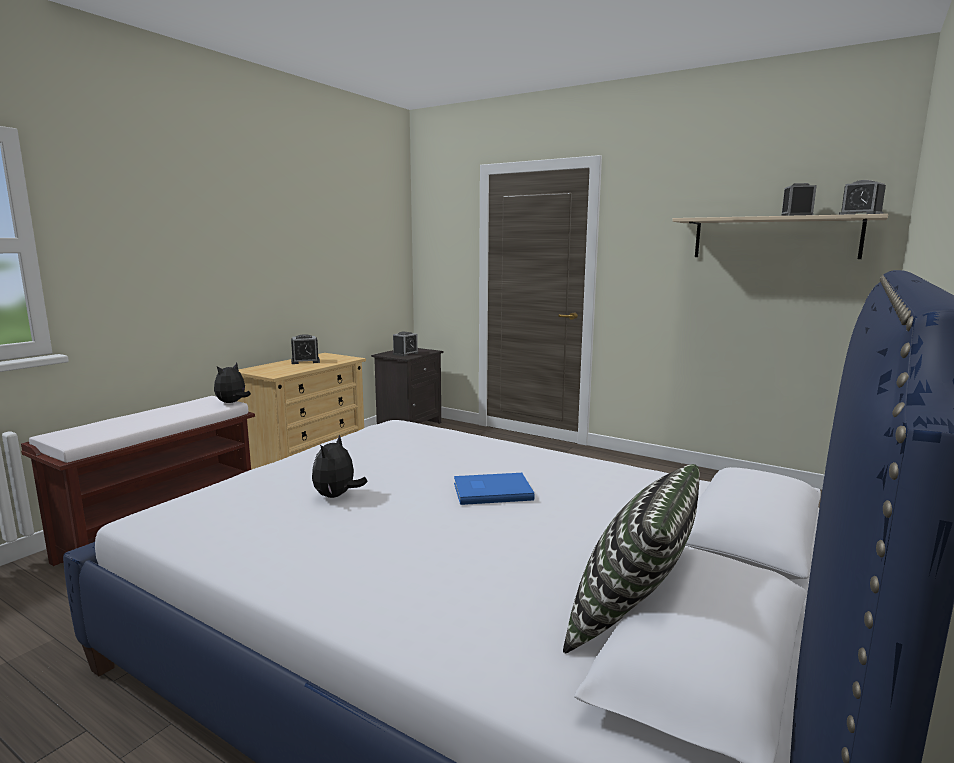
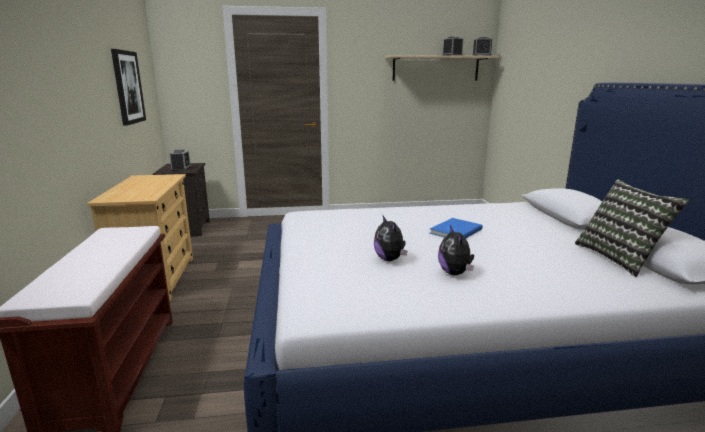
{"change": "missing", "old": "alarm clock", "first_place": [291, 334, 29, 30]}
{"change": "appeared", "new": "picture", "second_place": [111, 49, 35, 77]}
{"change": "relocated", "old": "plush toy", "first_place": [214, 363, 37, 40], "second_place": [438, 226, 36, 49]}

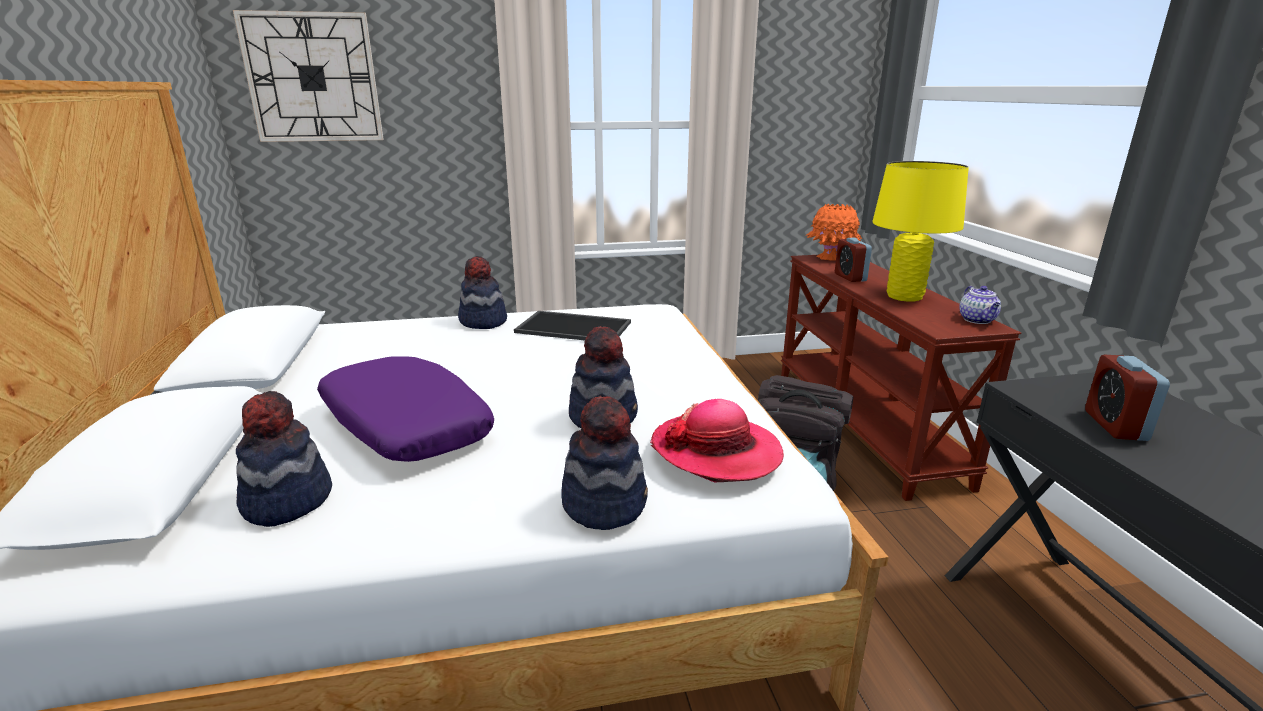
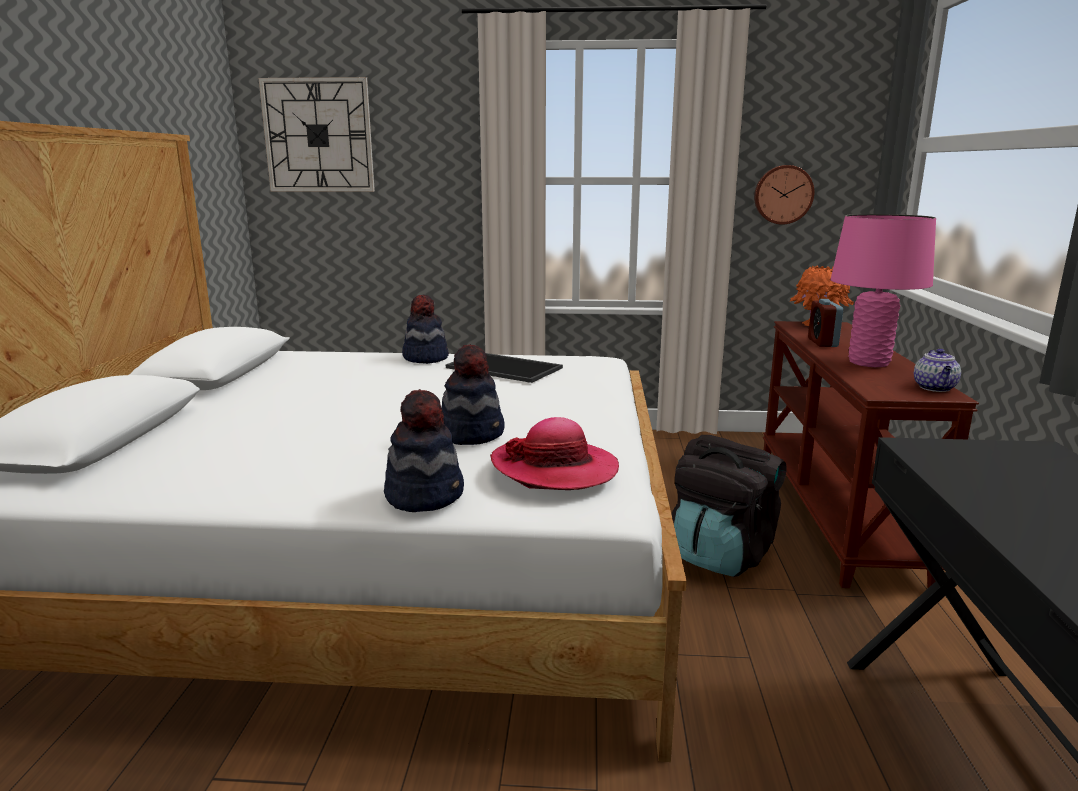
{"change": "missing", "old": "hat", "first_place": [236, 391, 96, 136]}
{"change": "missing", "old": "purple pillow", "first_place": [317, 356, 177, 106]}
{"change": "missing", "old": "alarm clock", "first_place": [1085, 355, 85, 86]}
{"change": "appeared", "new": "wall clock", "second_place": [754, 165, 60, 60]}
{"change": "colour", "old": "yellow table lamp", "new": "pink table lamp", "first_place": [872, 161, 97, 141], "second_place": [831, 214, 105, 153]}

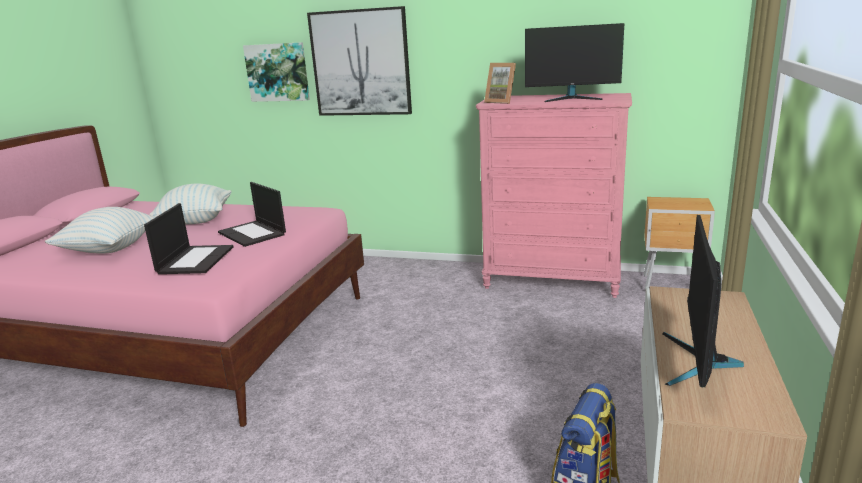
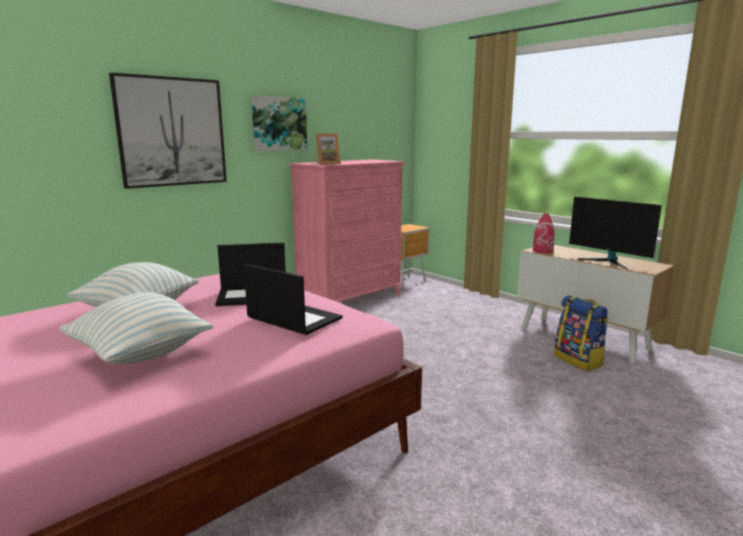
{"change": "missing", "old": "monitor", "first_place": [525, 23, 99, 79]}
{"change": "appeared", "new": "red vase", "second_place": [533, 213, 22, 40]}
{"change": "relocated", "old": "picture", "first_place": [243, 42, 67, 60], "second_place": [251, 95, 56, 56]}

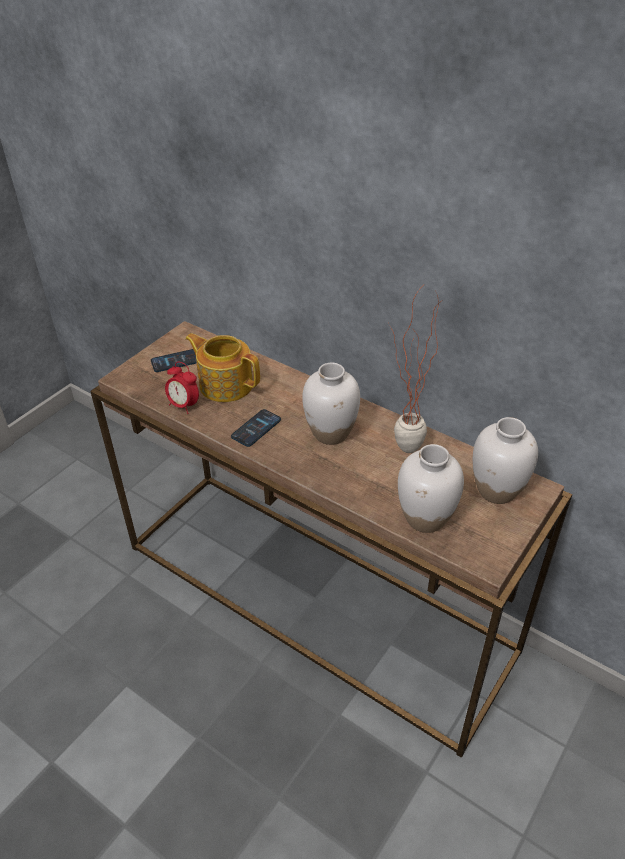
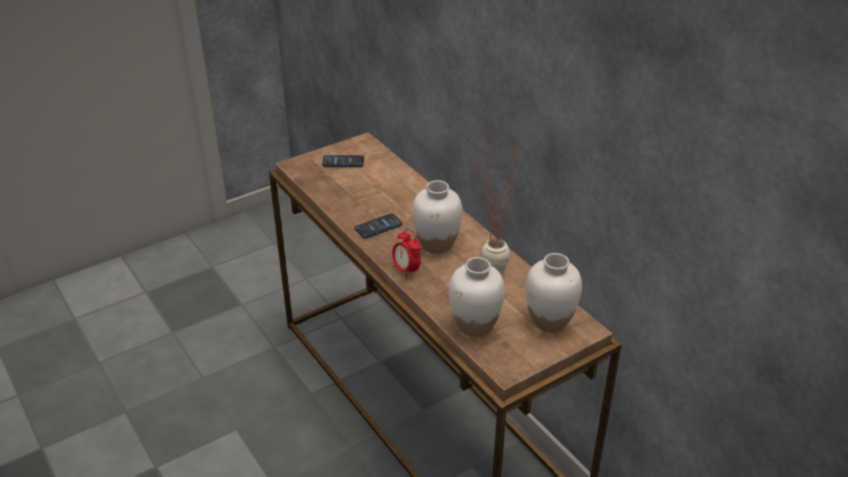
{"change": "missing", "old": "teapot", "first_place": [185, 333, 75, 69]}
{"change": "relocated", "old": "alarm clock", "first_place": [165, 362, 34, 52], "second_place": [392, 228, 29, 51]}

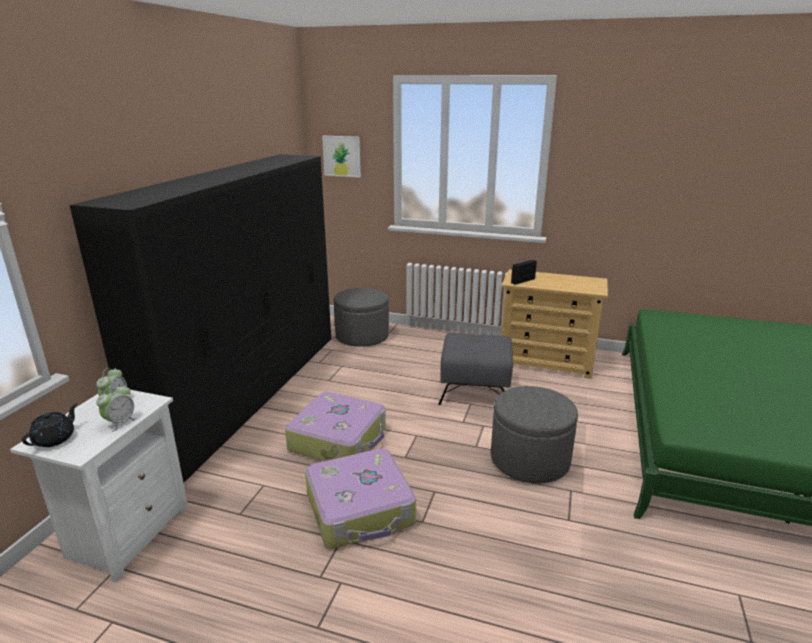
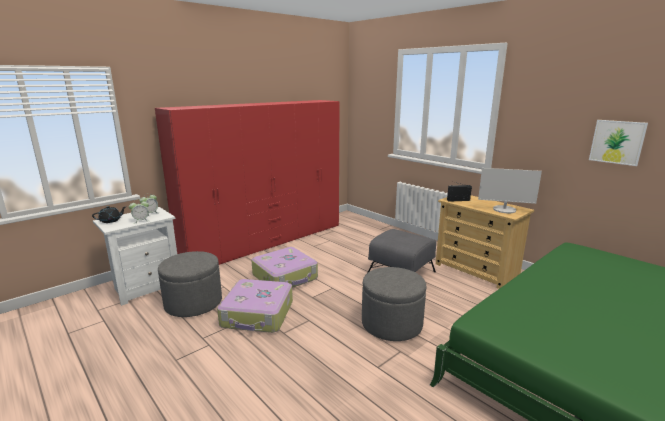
{"change": "appeared", "new": "monitor", "second_place": [478, 168, 64, 45]}
{"change": "relocated", "old": "picture", "first_place": [322, 136, 39, 41], "second_place": [589, 120, 59, 46]}
{"change": "relocated", "old": "grey ottoman", "first_place": [334, 288, 55, 59], "second_place": [158, 251, 64, 66]}
{"change": "colour", "old": "black wardrobe", "new": "red wardrobe", "first_place": [70, 154, 261, 329], "second_place": [155, 100, 185, 165]}

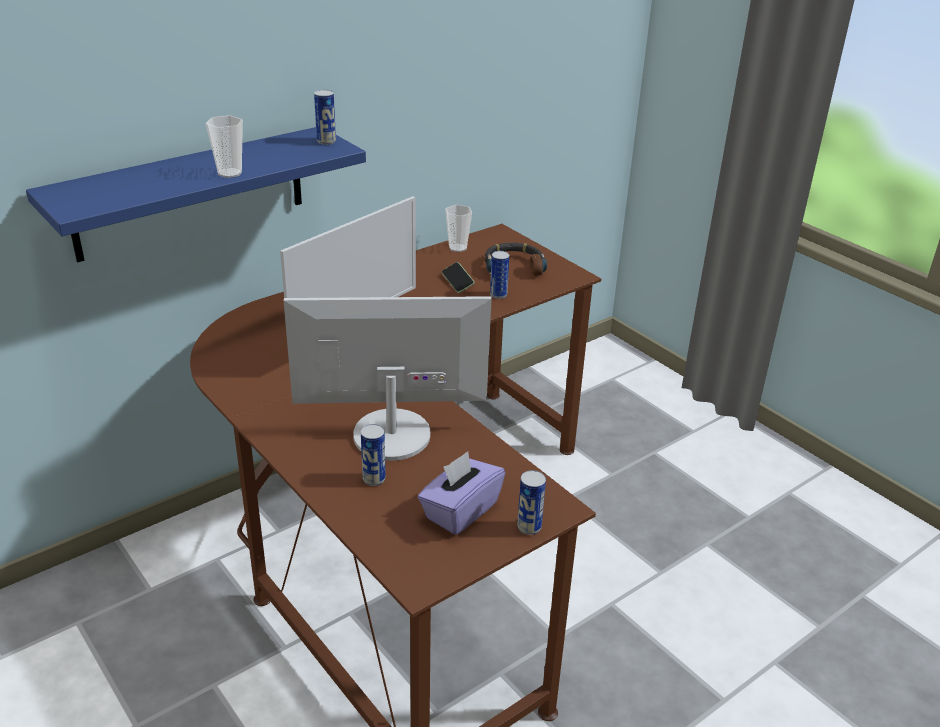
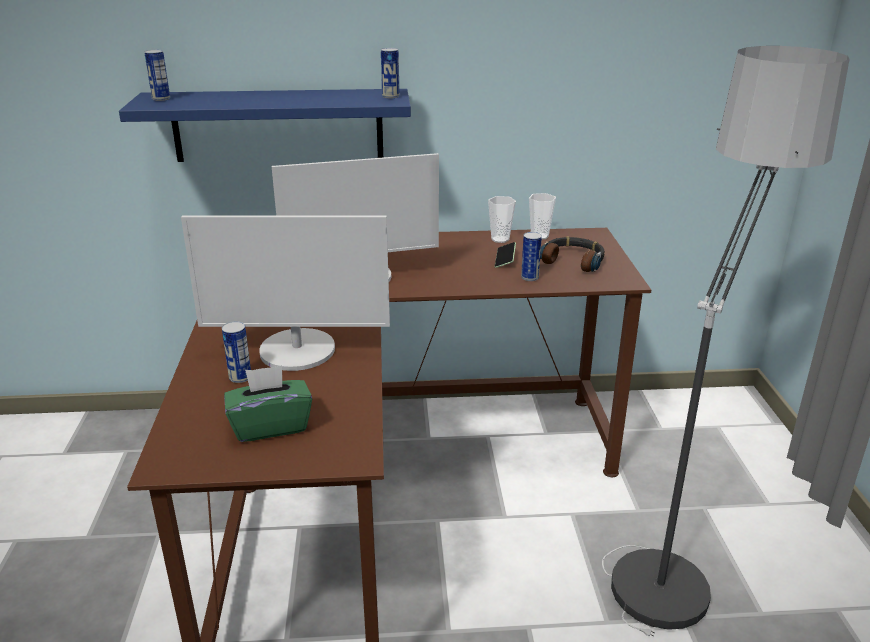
{"change": "appeared", "new": "floor lamp", "second_place": [602, 46, 248, 591]}
{"change": "relocated", "old": "cup", "first_place": [206, 115, 37, 63], "second_place": [488, 196, 28, 47]}
{"change": "relocated", "old": "can", "first_place": [517, 470, 29, 65], "second_place": [144, 50, 26, 51]}
{"change": "colour", "old": "purple tissue box", "new": "green tissue box", "first_place": [418, 451, 87, 84], "second_place": [224, 365, 88, 77]}
{"change": "spun", "old": "monitor", "first_place": [284, 296, 208, 165], "second_place": [181, 215, 209, 156], "degrees": 150}

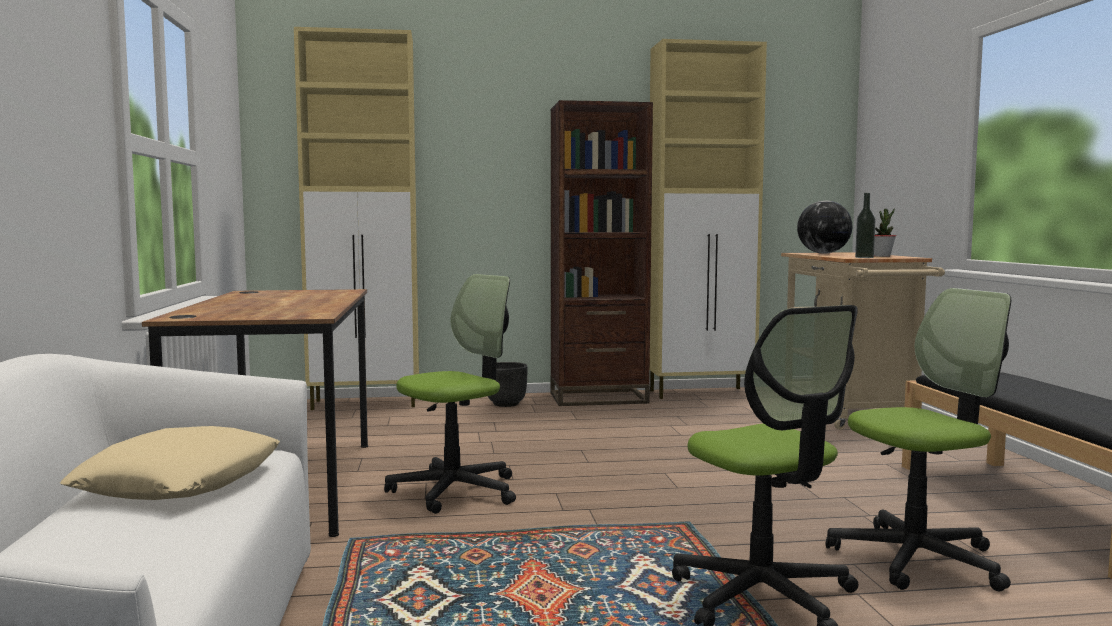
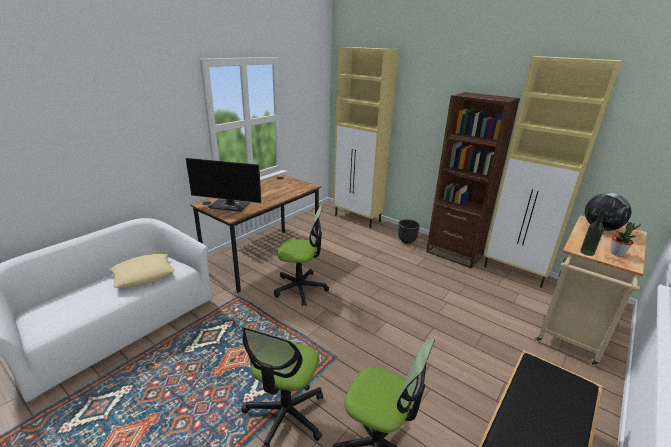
{"change": "appeared", "new": "monitor", "second_place": [186, 158, 75, 54]}

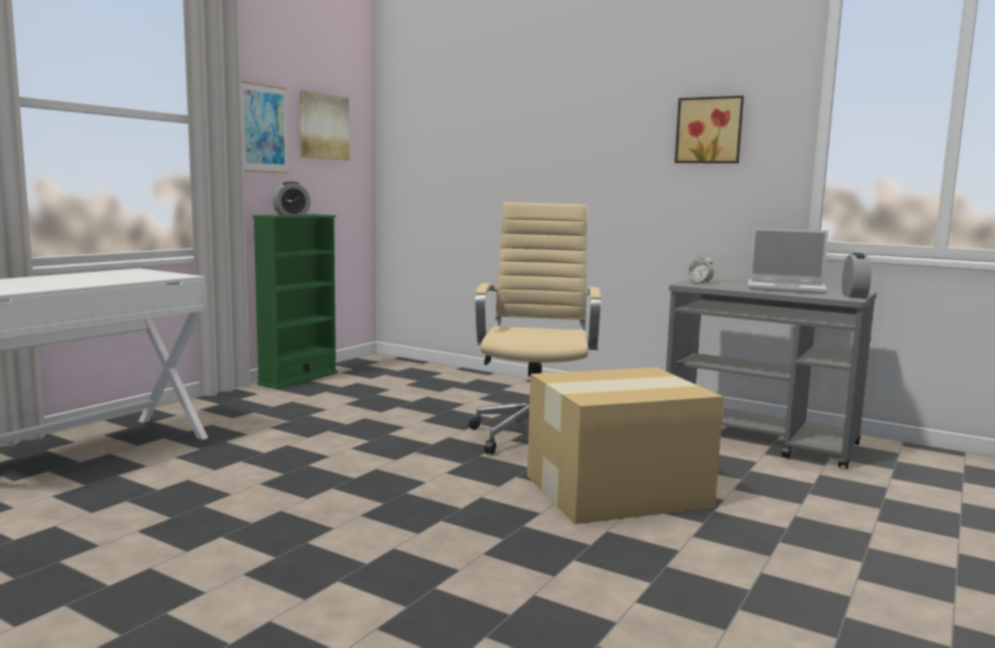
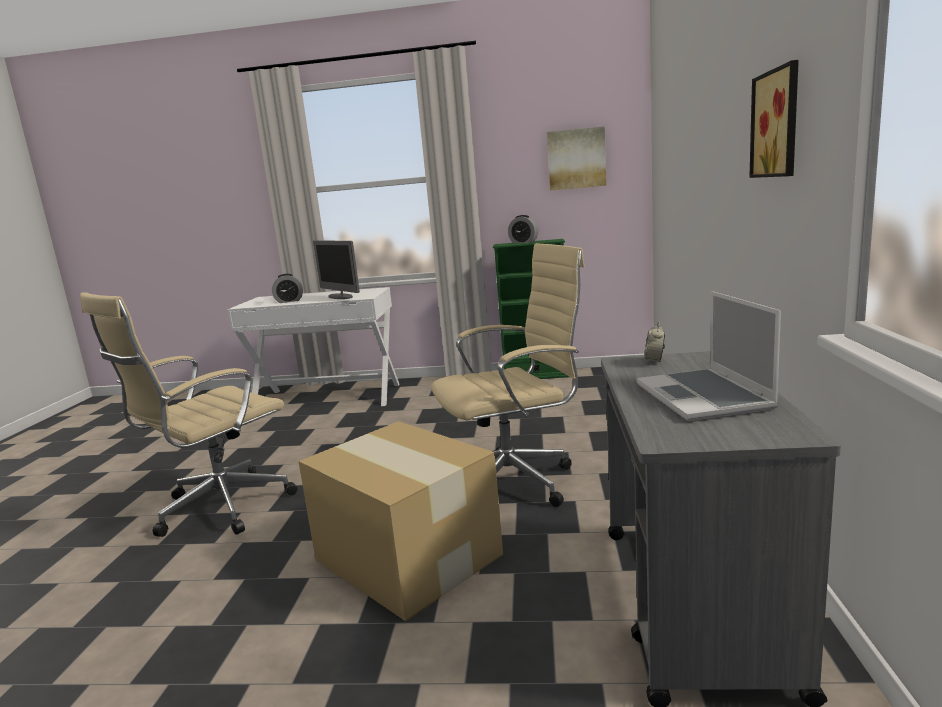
{"change": "missing", "old": "picture", "first_place": [241, 81, 47, 92]}
{"change": "appeared", "new": "beige office chair", "second_place": [80, 292, 218, 245]}
{"change": "appeared", "new": "monitor", "second_place": [313, 241, 47, 58]}
{"change": "relocated", "old": "alarm clock", "first_place": [842, 253, 29, 45], "second_place": [272, 274, 31, 29]}

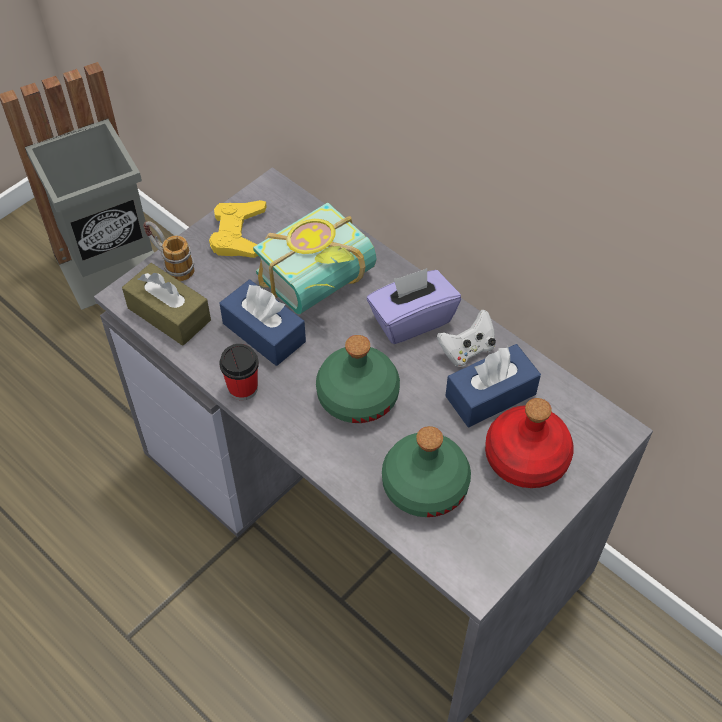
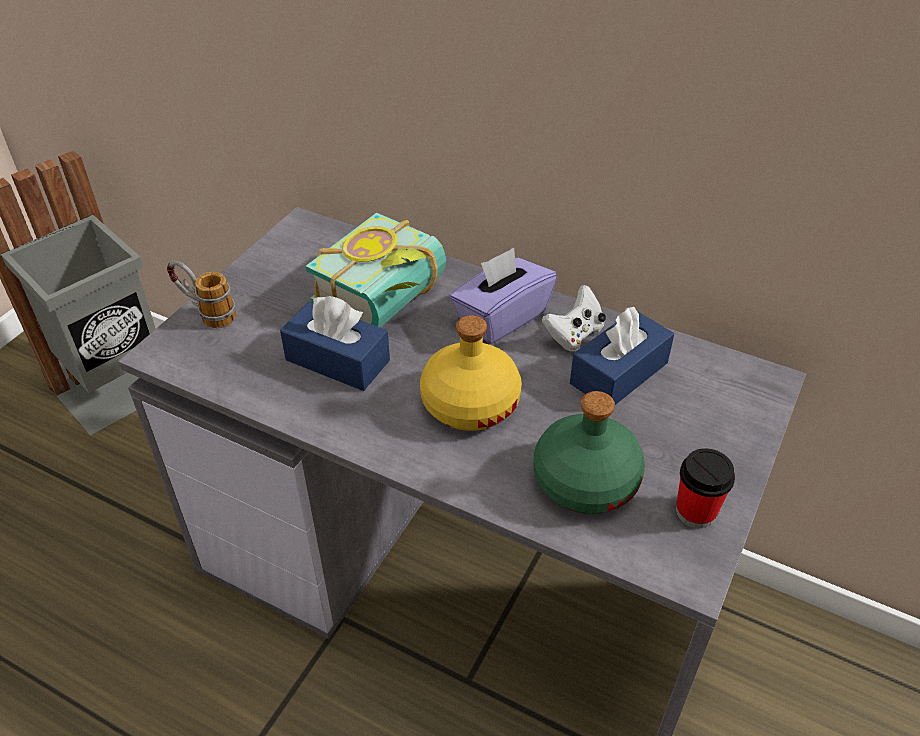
{"change": "missing", "old": "brown tissue box", "first_place": [122, 263, 89, 83]}
{"change": "missing", "old": "yellow game controller", "first_place": [209, 200, 58, 58]}
{"change": "missing", "old": "red bottle", "first_place": [485, 398, 89, 90]}
{"change": "relocated", "old": "cup", "first_place": [219, 344, 40, 57], "second_place": [676, 448, 59, 80]}
{"change": "colour", "old": "green bottle", "new": "yellow bottle", "first_place": [316, 335, 84, 88], "second_place": [420, 315, 102, 116]}

